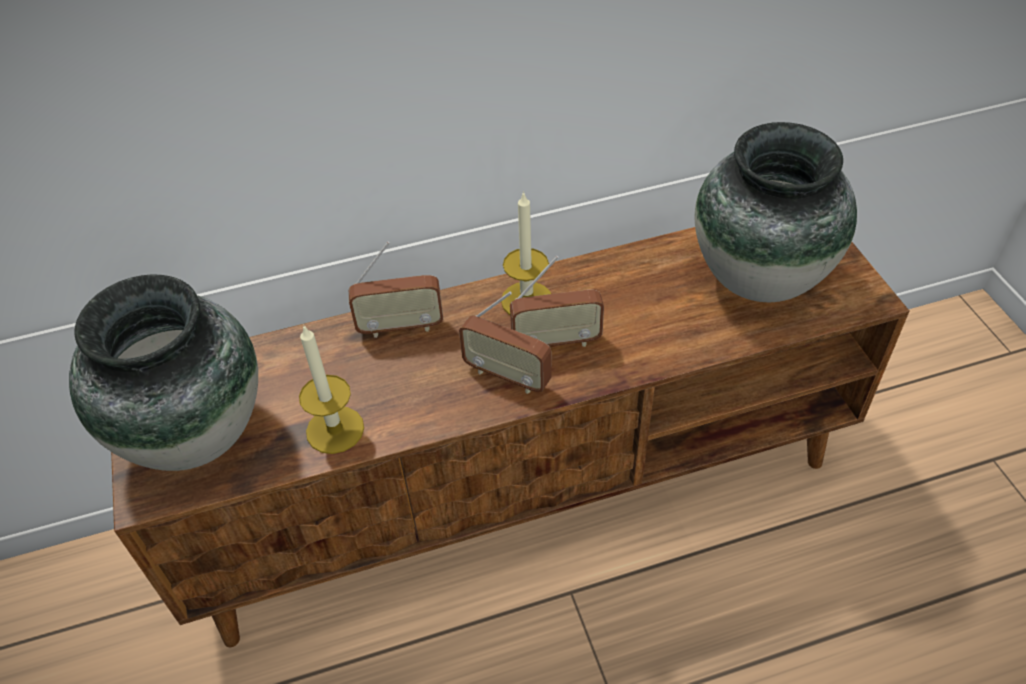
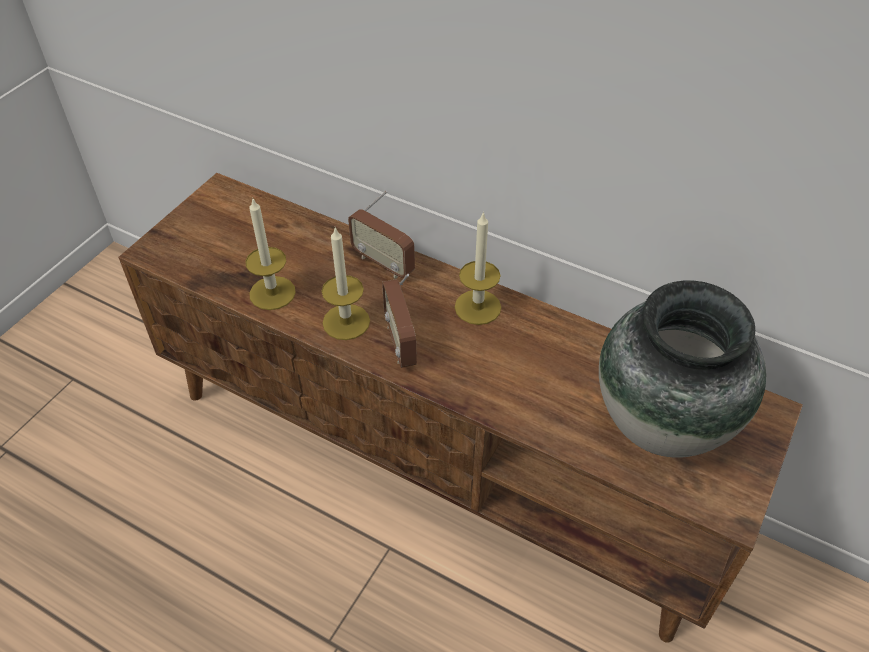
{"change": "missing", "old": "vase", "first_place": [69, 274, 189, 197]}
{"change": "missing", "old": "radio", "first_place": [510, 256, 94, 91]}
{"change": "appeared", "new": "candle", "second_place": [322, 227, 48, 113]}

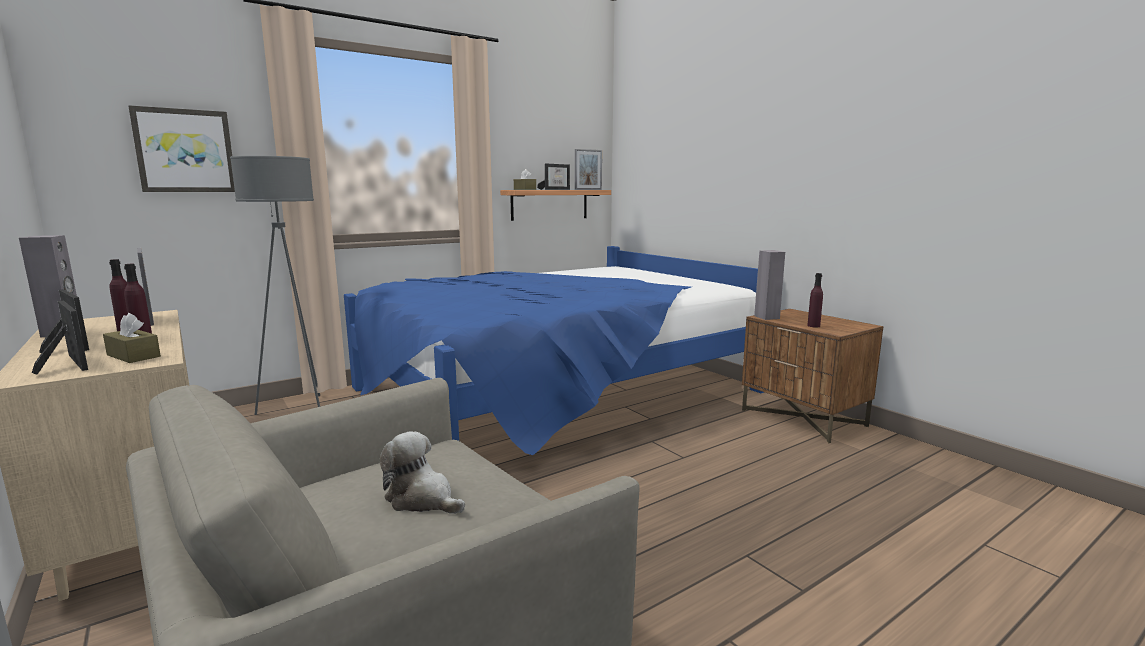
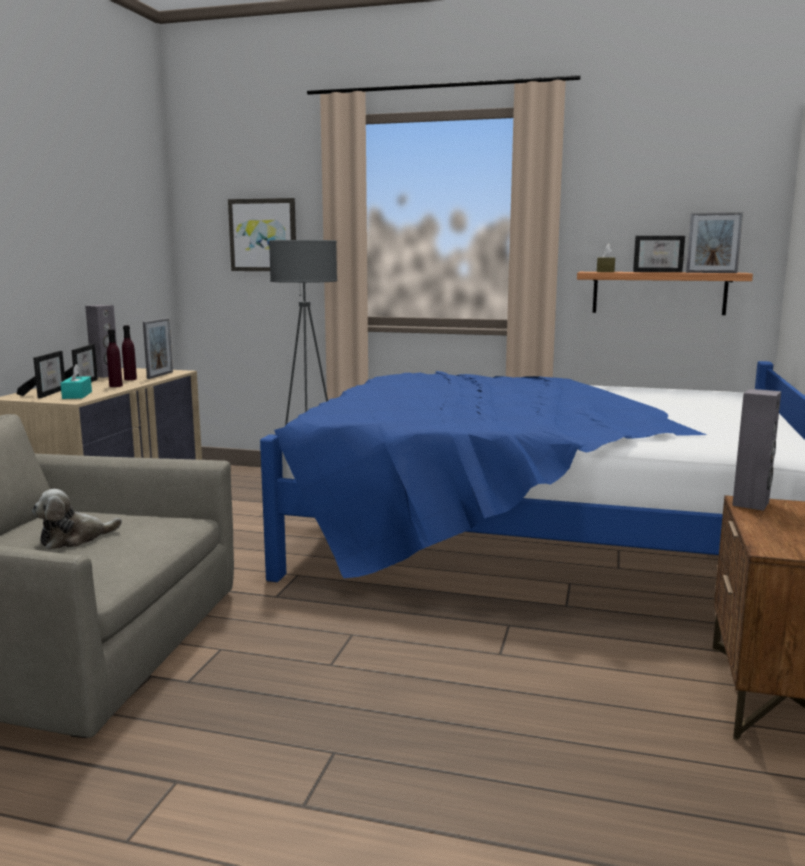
{"change": "missing", "old": "purple bottle", "first_place": [807, 273, 16, 54]}
{"change": "colour", "old": "brown tissue box", "new": "turquoise tissue box", "first_place": [103, 313, 58, 50], "second_place": [61, 364, 31, 35]}
{"change": "spun", "old": "plush toy", "first_place": [380, 431, 85, 83], "second_place": [32, 489, 90, 61], "degrees": -120}

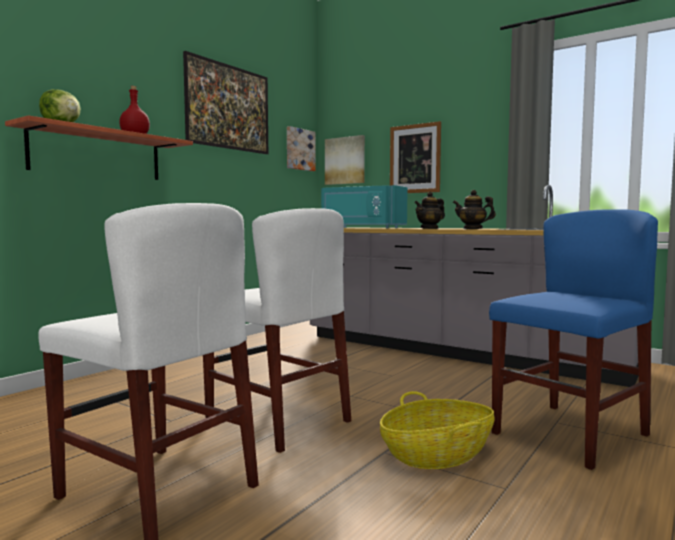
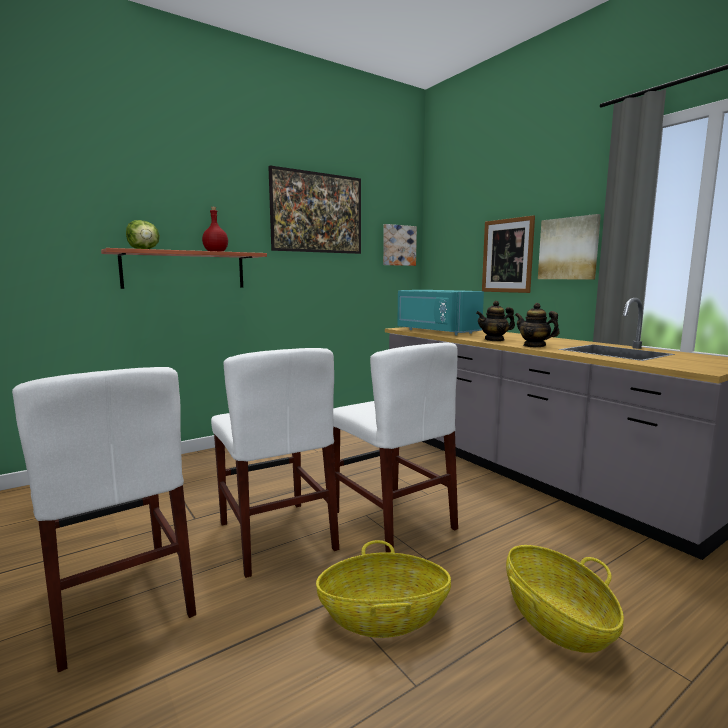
{"change": "appeared", "new": "white chair", "second_place": [333, 342, 125, 211]}
{"change": "relocated", "old": "picture", "first_place": [325, 135, 40, 50], "second_place": [538, 214, 63, 65]}
{"change": "exchanged", "old": "blue chair", "new": "basket", "first_place": [489, 209, 169, 261], "second_place": [506, 545, 118, 108]}

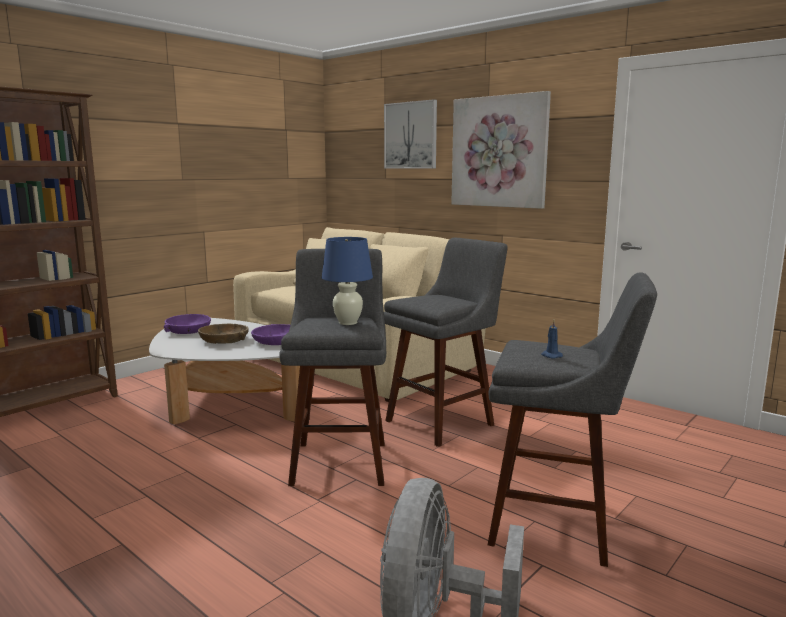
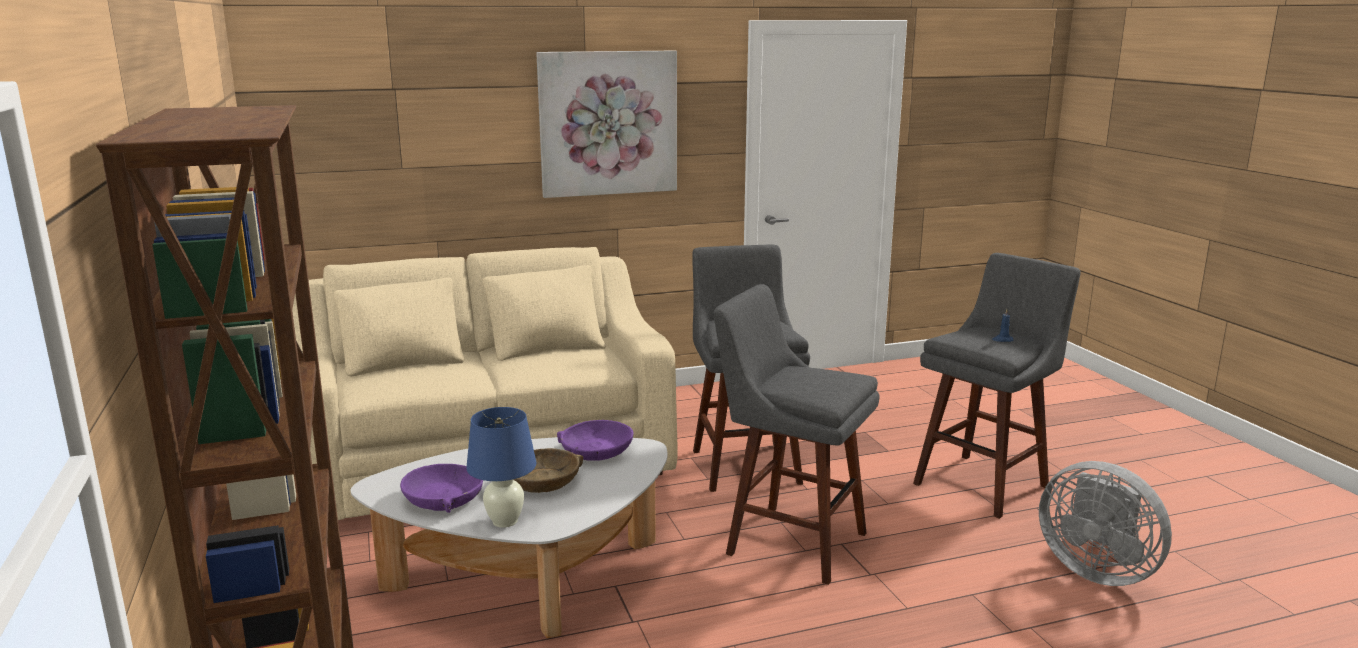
{"change": "missing", "old": "picture", "first_place": [384, 99, 53, 70]}
{"change": "relocated", "old": "blue table lamp", "first_place": [322, 237, 51, 88], "second_place": [466, 407, 70, 121]}

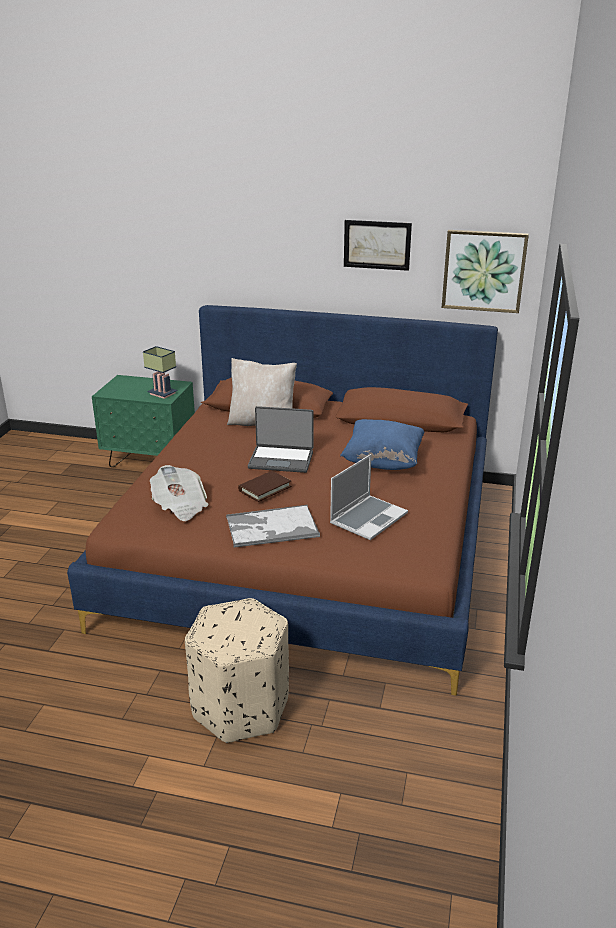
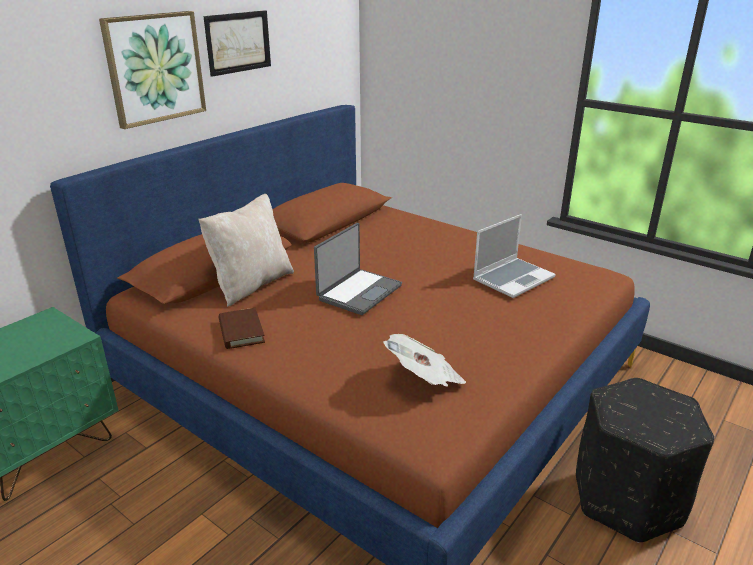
{"change": "missing", "old": "table lamp", "first_place": [143, 346, 35, 53]}
{"change": "missing", "old": "tray", "first_place": [226, 505, 94, 43]}
{"change": "missing", "old": "blue pillow", "first_place": [340, 419, 85, 51]}
{"change": "relocated", "old": "brown book", "first_place": [238, 471, 53, 31], "second_place": [219, 308, 46, 41]}
{"change": "relocated", "old": "picture", "first_place": [442, 230, 87, 83], "second_place": [99, 11, 107, 118]}
{"change": "colour", "old": "beige ottoman", "new": "black ottoman", "first_place": [185, 598, 104, 145], "second_place": [576, 378, 138, 165]}
{"change": "spun", "old": "laptop", "first_place": [330, 454, 78, 86], "second_place": [473, 214, 83, 84], "degrees": 75}

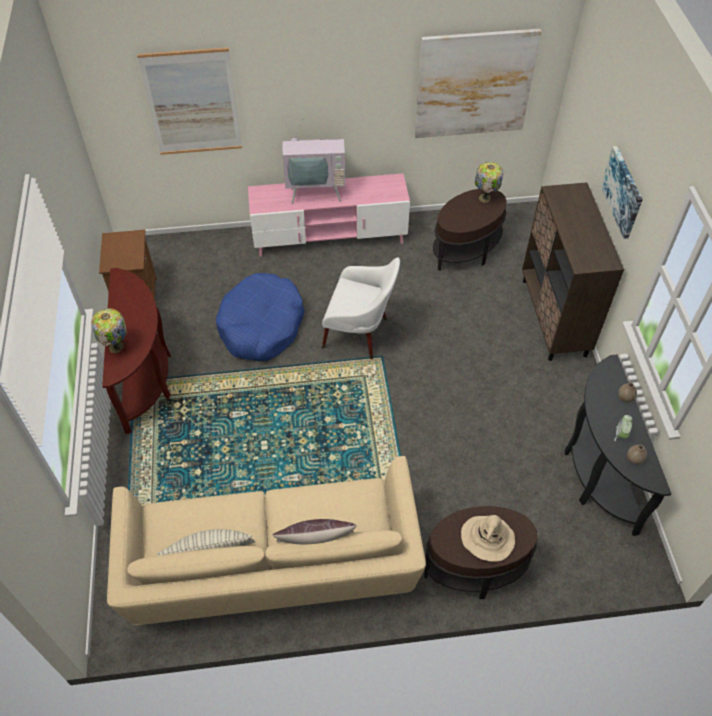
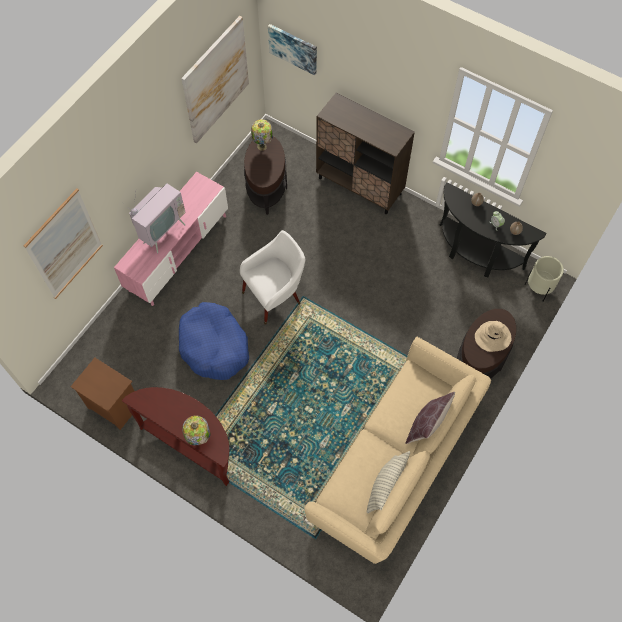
{"change": "appeared", "new": "beige planter", "second_place": [525, 256, 39, 45]}
{"change": "relocated", "old": "picture", "first_place": [601, 146, 42, 93], "second_place": [268, 24, 49, 51]}

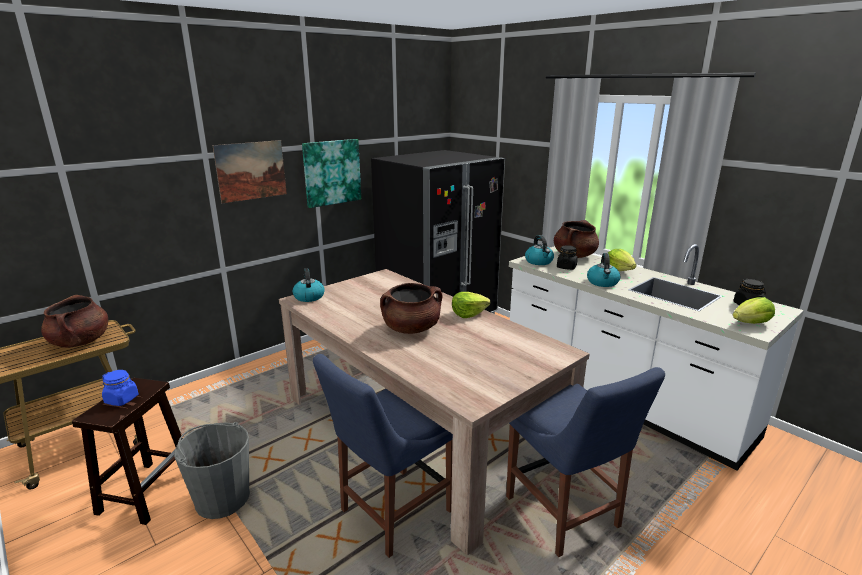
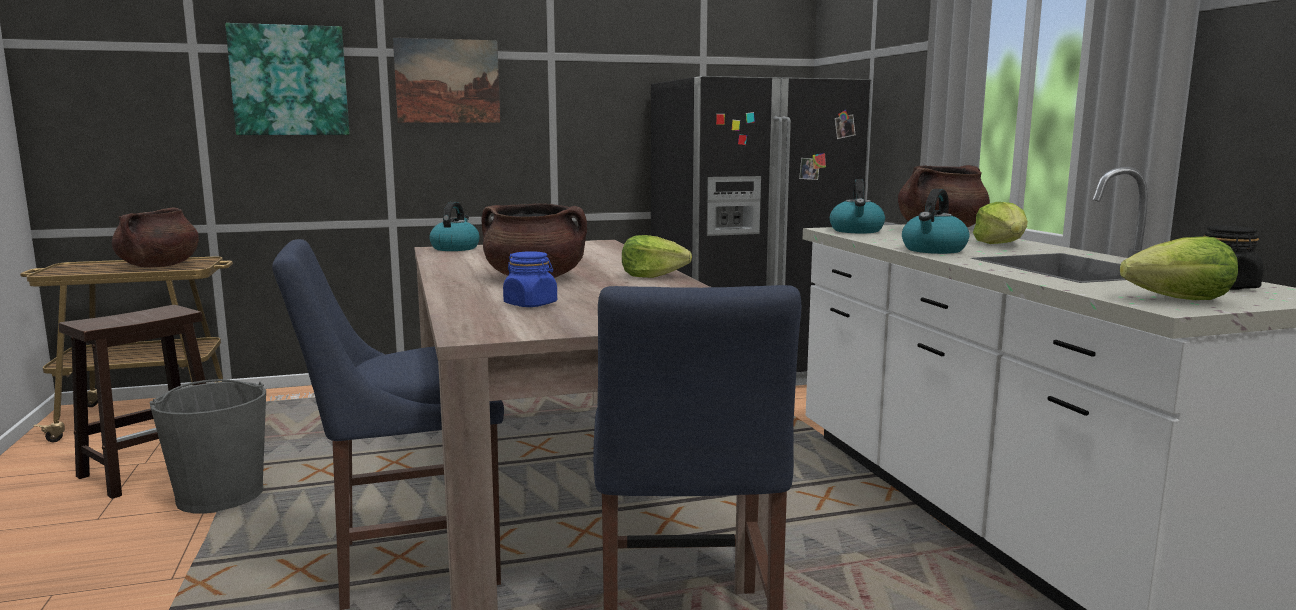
{"change": "missing", "old": "black jar", "first_place": [557, 245, 21, 25]}
{"change": "relocated", "old": "blue jar", "first_place": [102, 370, 36, 36], "second_place": [503, 251, 54, 56]}
{"change": "relocated", "old": "picture", "first_place": [302, 139, 59, 69], "second_place": [225, 23, 124, 112]}

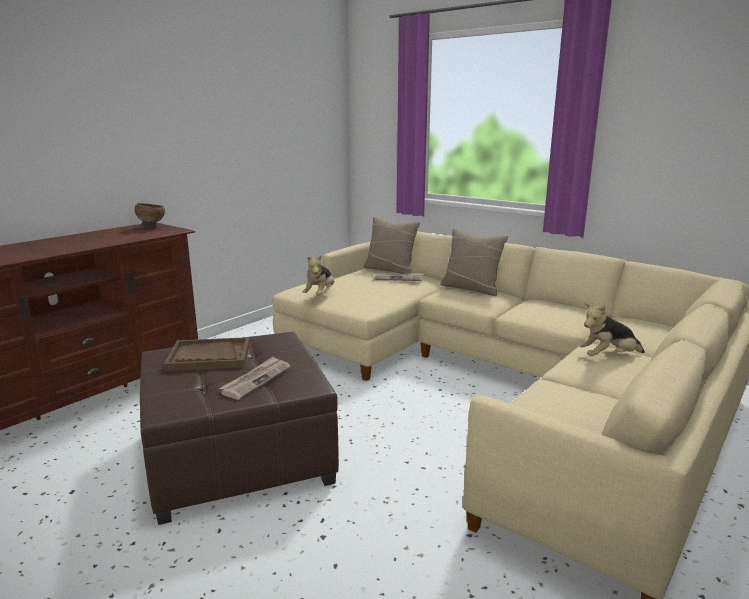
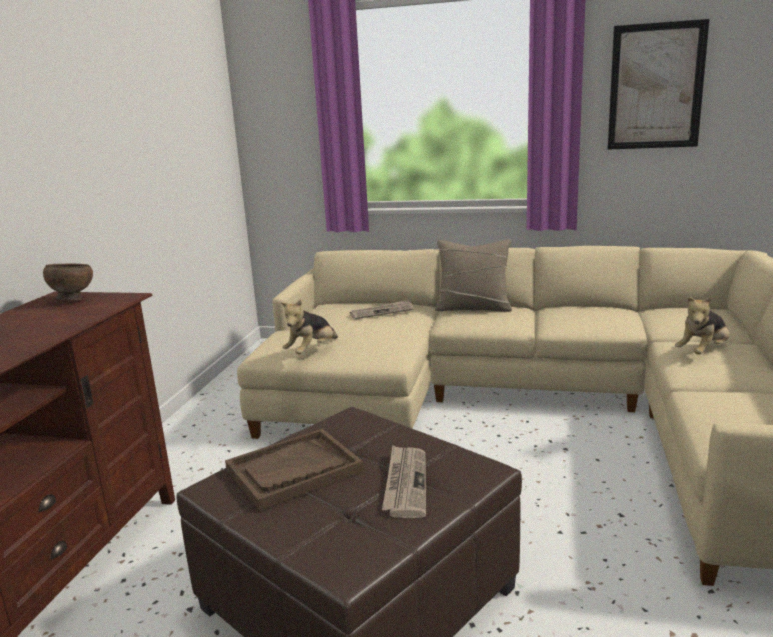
{"change": "missing", "old": "beige pillow", "first_place": [363, 217, 57, 57]}
{"change": "appeared", "new": "picture", "second_place": [608, 19, 102, 130]}
{"change": "spun", "old": "plush toy", "first_place": [303, 254, 31, 41], "second_place": [281, 300, 57, 54], "degrees": 45}

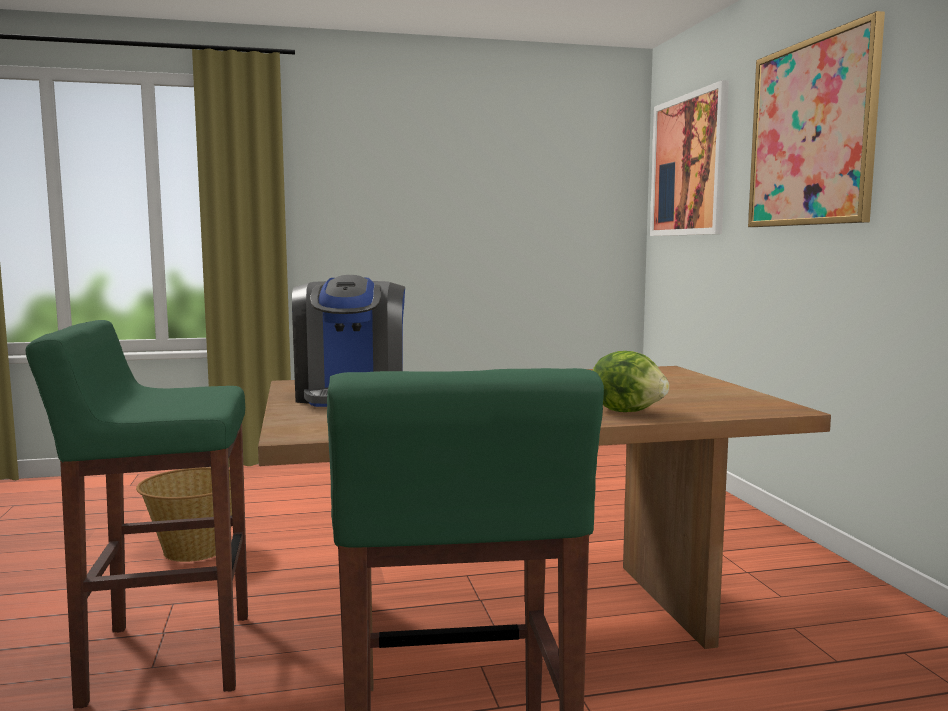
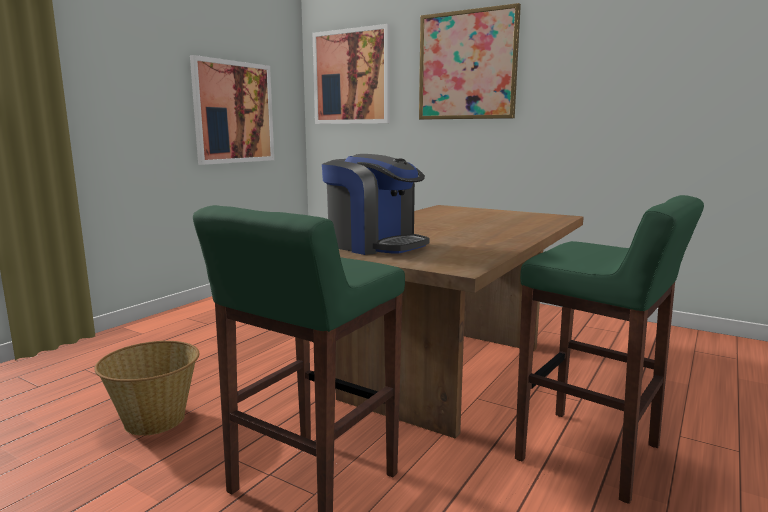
{"change": "missing", "old": "lettuce", "first_place": [593, 351, 76, 61]}
{"change": "appeared", "new": "picture", "second_place": [190, 55, 84, 110]}

